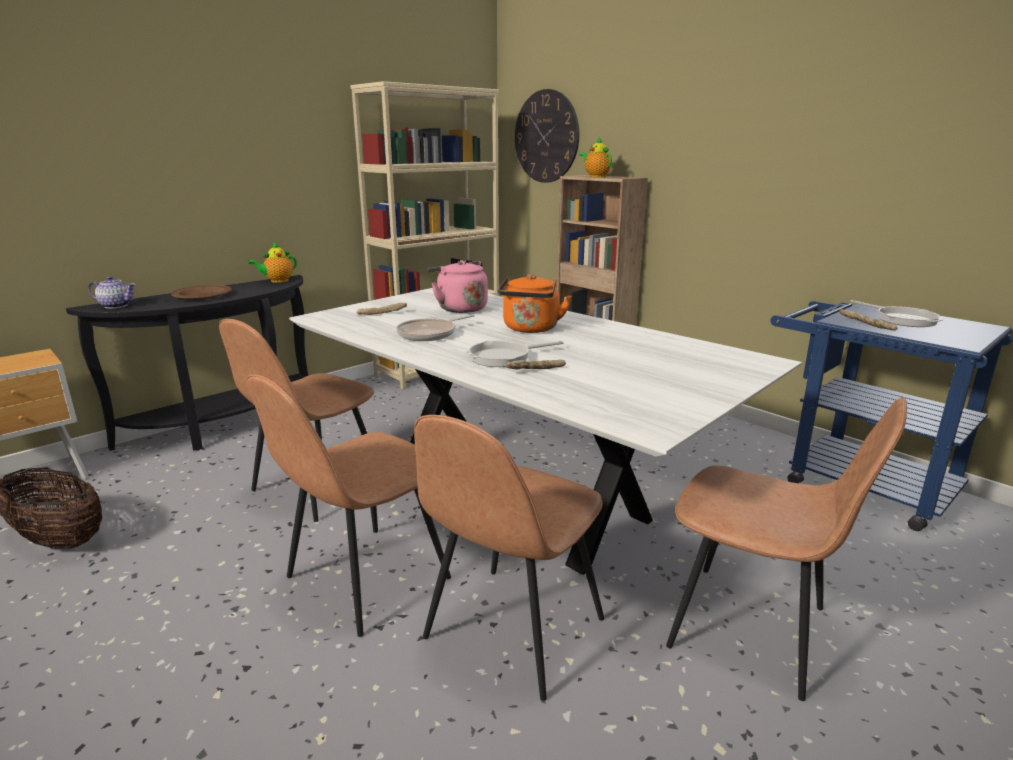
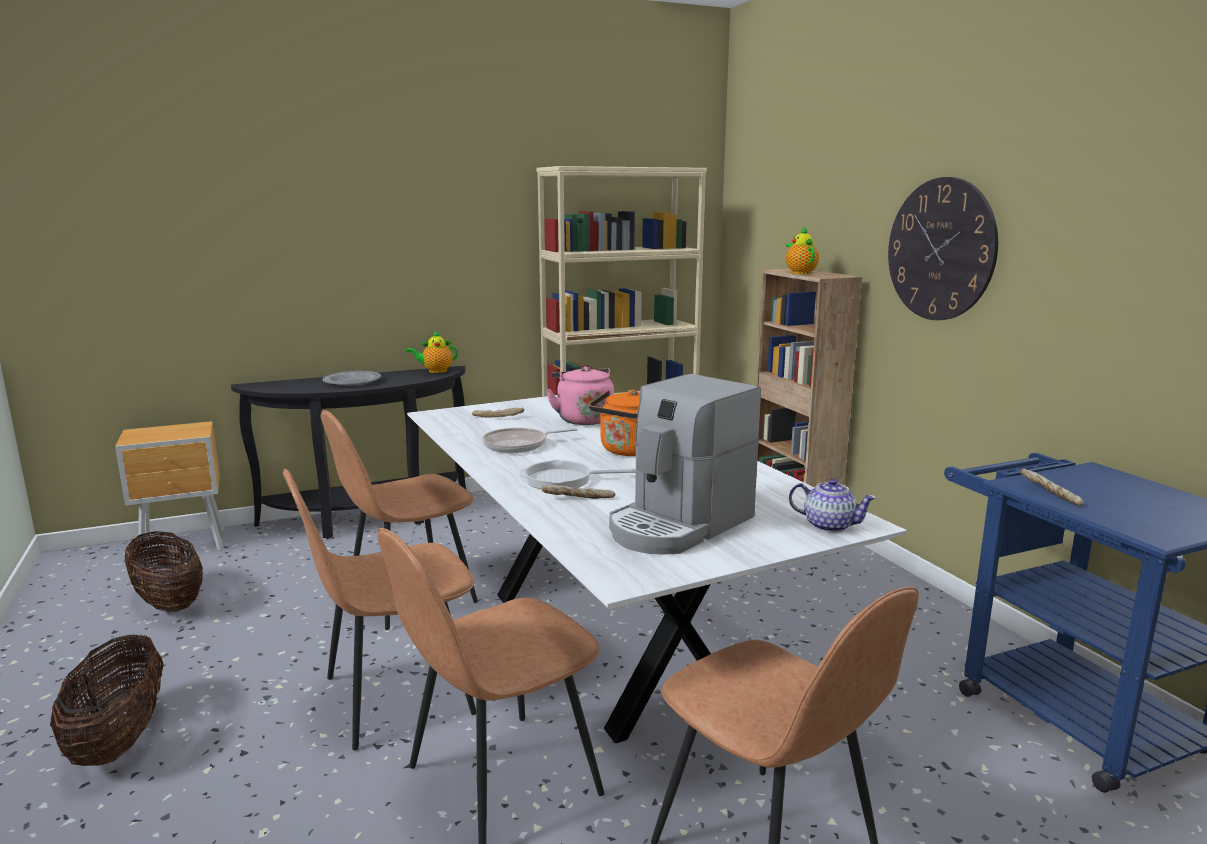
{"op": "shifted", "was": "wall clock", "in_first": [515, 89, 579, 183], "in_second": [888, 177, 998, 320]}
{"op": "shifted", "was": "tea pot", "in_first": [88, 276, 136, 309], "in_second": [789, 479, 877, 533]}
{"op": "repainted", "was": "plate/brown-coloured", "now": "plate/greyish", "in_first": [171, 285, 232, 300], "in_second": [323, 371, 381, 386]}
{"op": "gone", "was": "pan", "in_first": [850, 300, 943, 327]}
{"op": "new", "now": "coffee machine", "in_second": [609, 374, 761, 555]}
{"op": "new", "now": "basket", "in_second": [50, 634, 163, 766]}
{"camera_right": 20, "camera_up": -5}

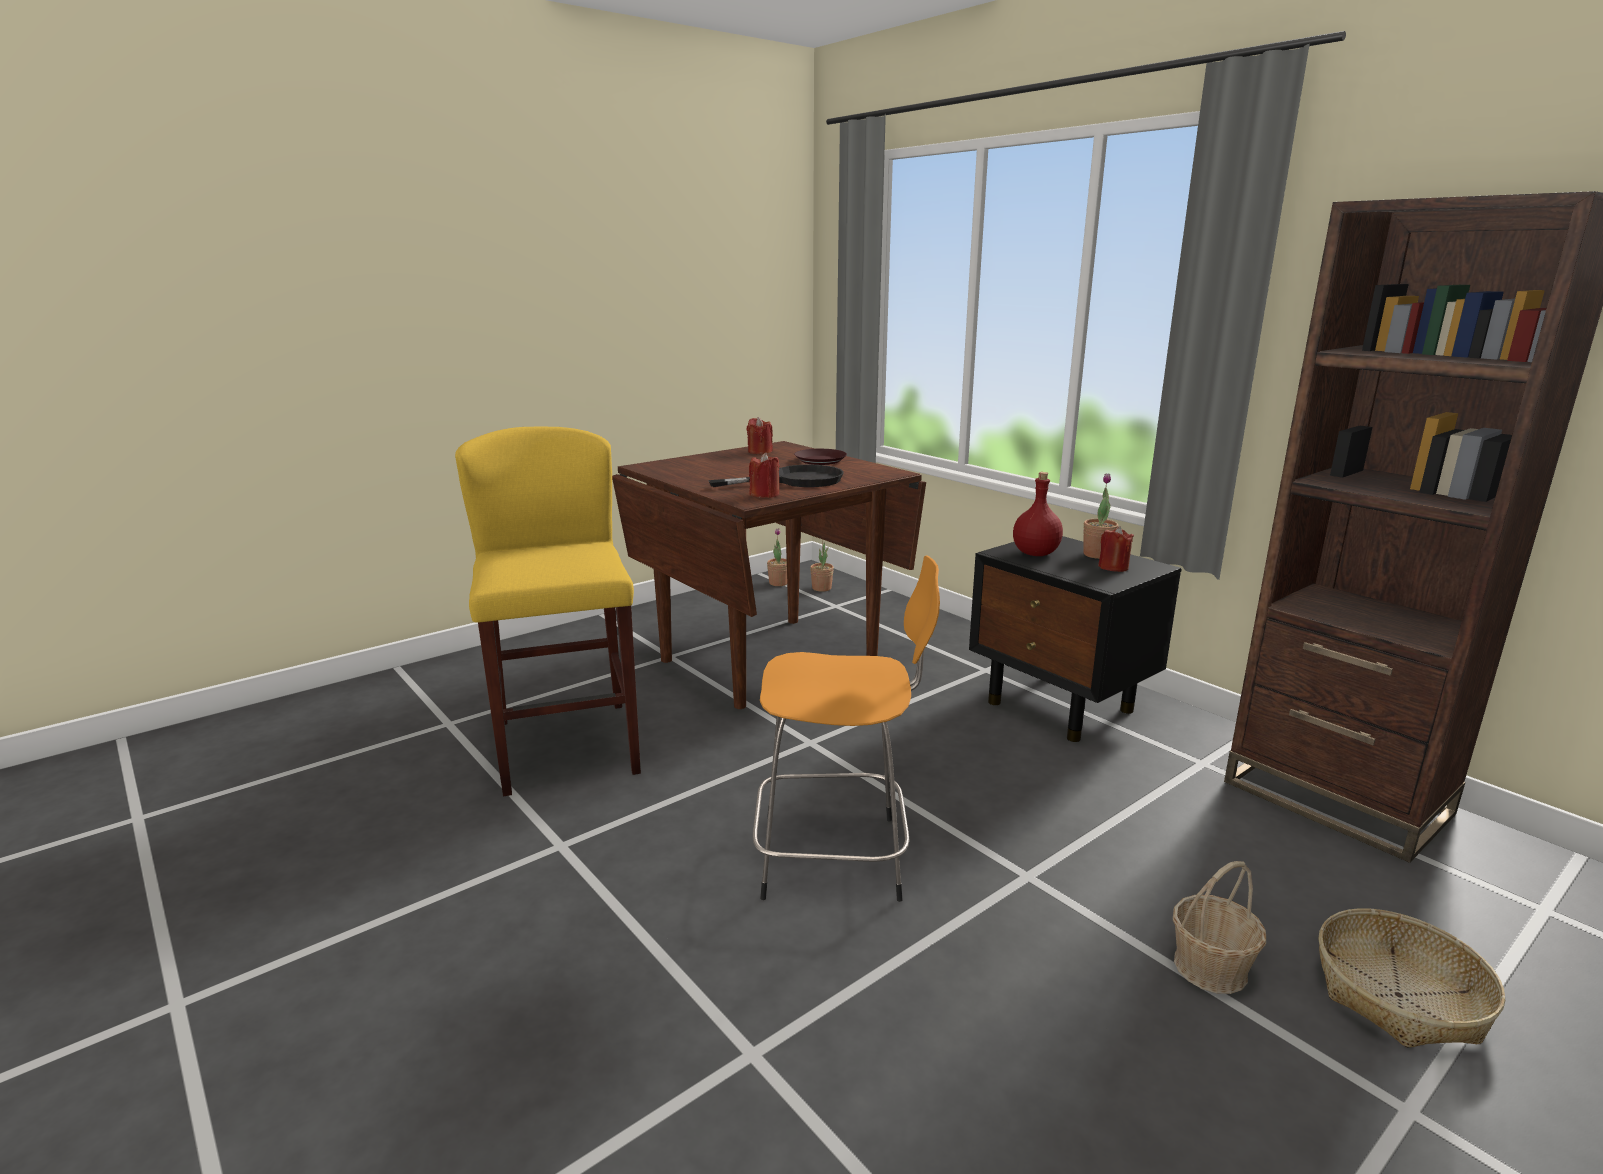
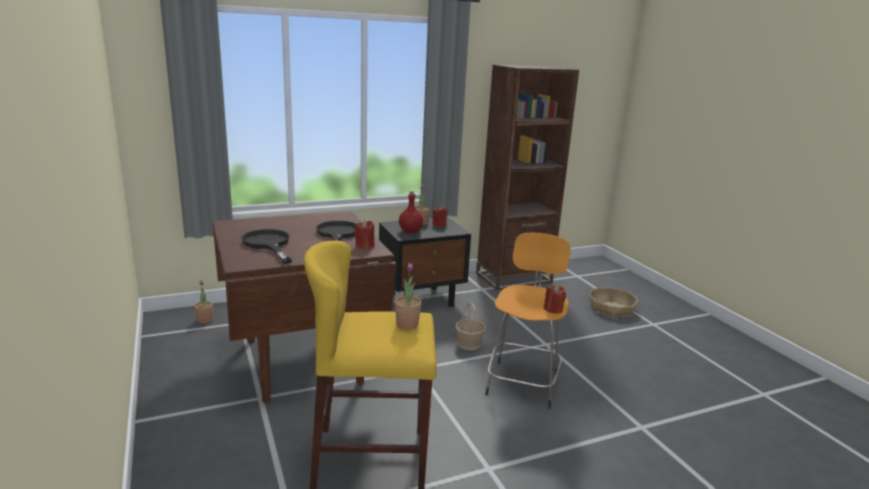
{"op": "shifted", "was": "candle/red", "in_first": [747, 417, 773, 454], "in_second": [544, 285, 566, 314]}
{"op": "gone", "was": "plate/brown-coloured", "in_first": [794, 449, 847, 465]}
{"op": "shifted", "was": "houseplant", "in_first": [767, 528, 787, 586], "in_second": [395, 263, 422, 330]}
{"op": "shifted", "was": "basket", "in_first": [1173, 861, 1266, 994], "in_second": [455, 302, 486, 350]}
{"op": "new", "now": "pan/blackish", "in_second": [241, 229, 292, 264]}
{"camera_right": -75, "camera_up": 0}

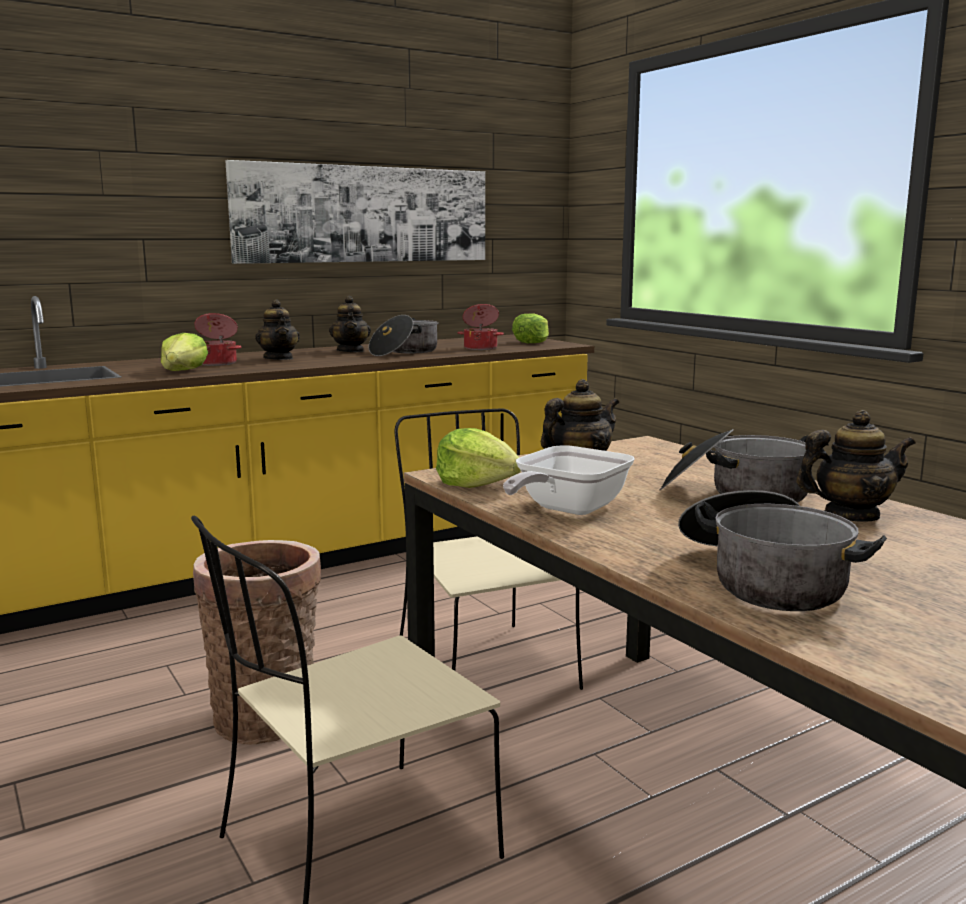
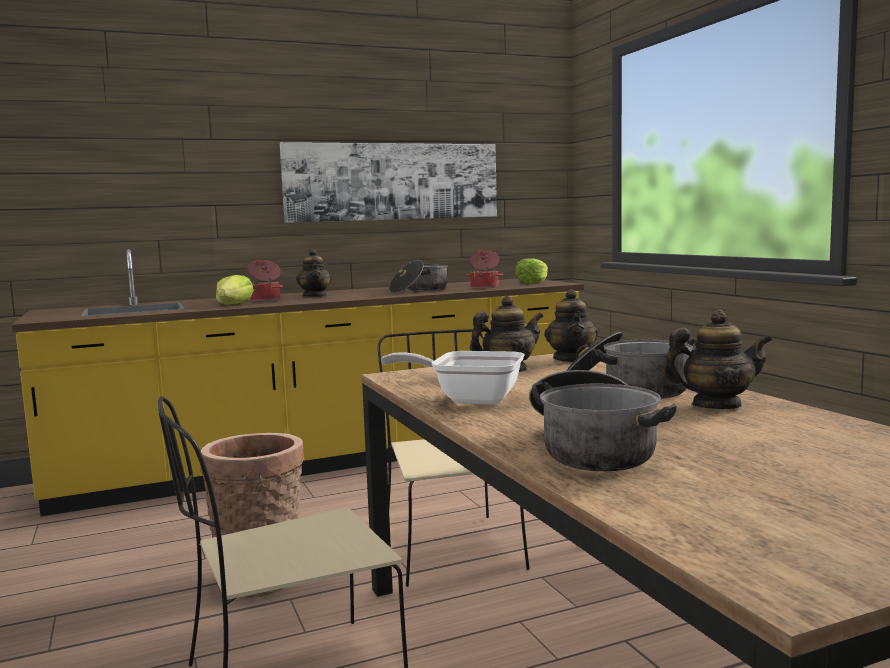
{"op": "shifted", "was": "tea pot", "in_first": [329, 295, 371, 352], "in_second": [544, 289, 598, 362]}
{"op": "gone", "was": "lettuce", "in_first": [436, 428, 521, 488]}
{"op": "rotated", "was": "pan", "in_first": [503, 445, 635, 515], "in_second": [381, 351, 524, 405], "clockwise": 60}
{"camera_right": 10, "camera_up": -5}

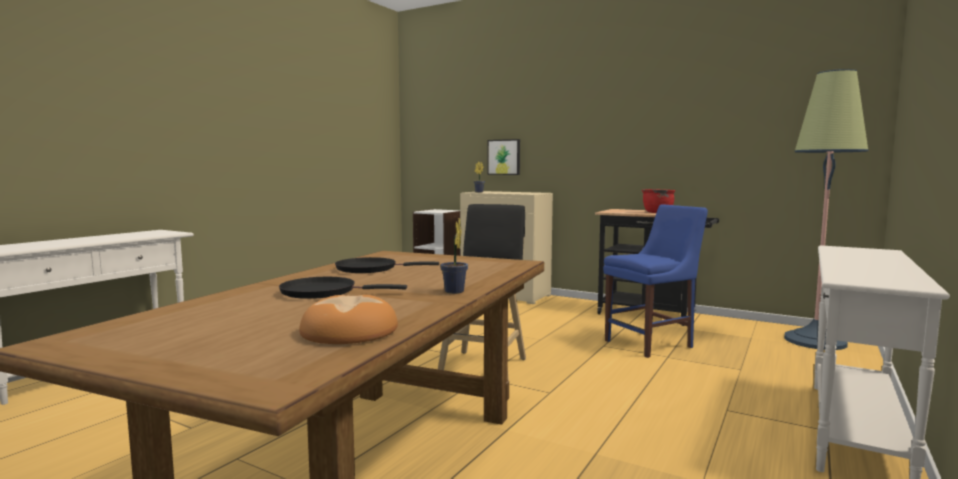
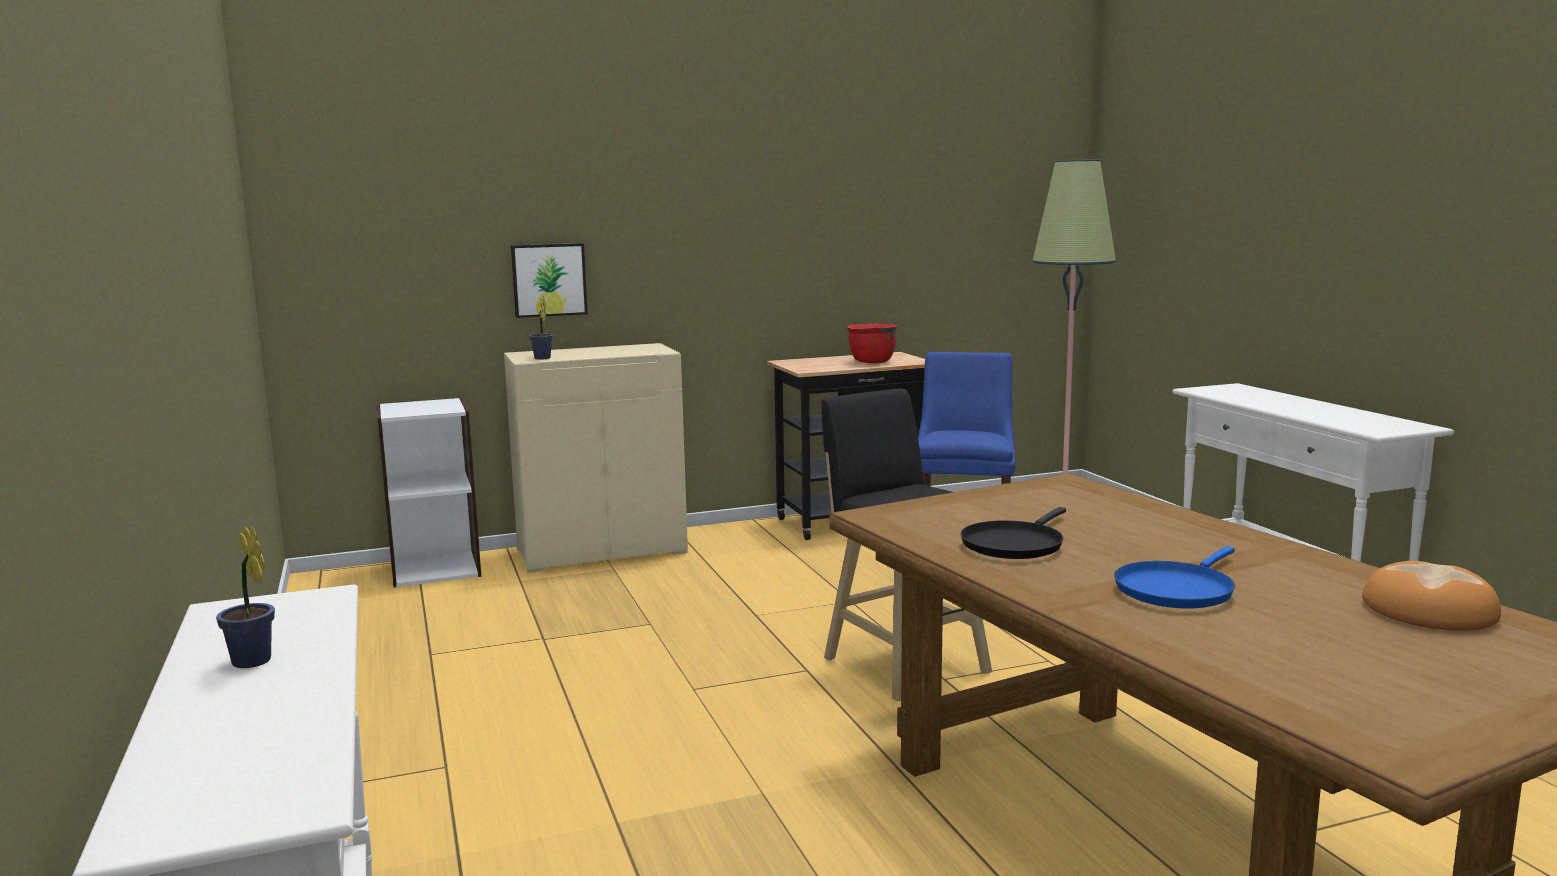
{"op": "shifted", "was": "houseplant", "in_first": [440, 218, 468, 294], "in_second": [216, 526, 275, 668]}
{"op": "repainted", "was": "pan/blackish", "now": "pan/blue-coloured", "in_first": [279, 277, 407, 299], "in_second": [1114, 546, 1235, 609]}
{"camera_right": -50, "camera_up": 5}

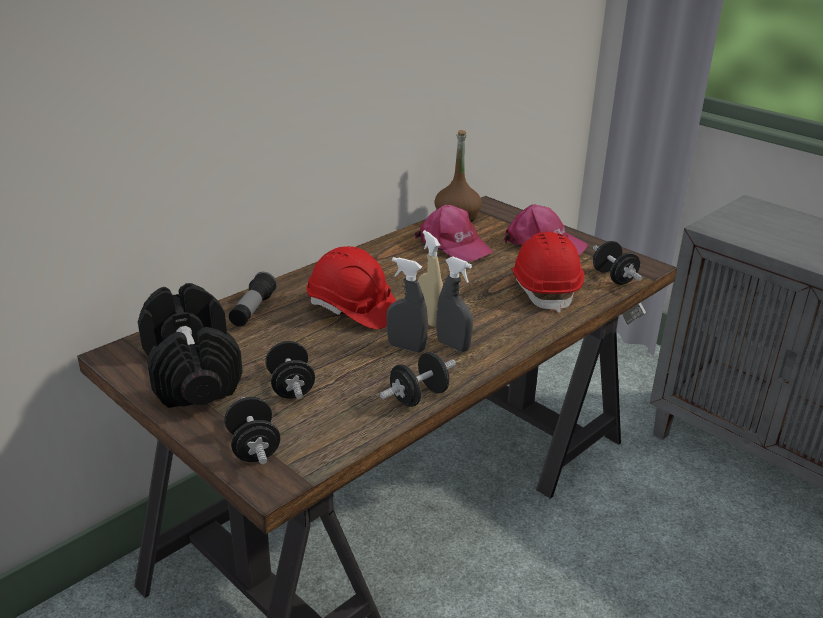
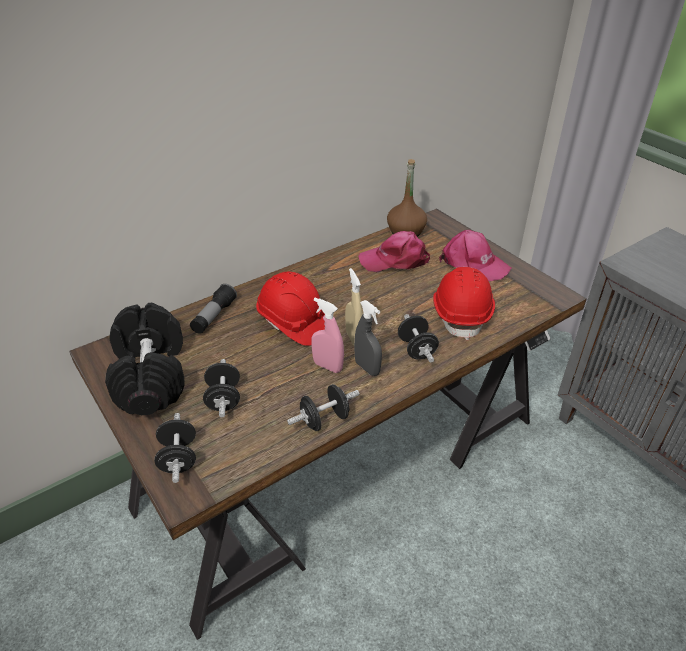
{"op": "rotated", "was": "baseball cap/pinkish", "in_first": [415, 205, 493, 262], "in_second": [358, 231, 430, 272], "clockwise": 120}
{"op": "shifted", "was": "hand weight/blackish", "in_first": [593, 241, 642, 285], "in_second": [398, 314, 439, 362]}
{"op": "repainted", "was": "hand sprayer/greyish", "now": "hand sprayer/pinkish", "in_first": [386, 257, 428, 352], "in_second": [312, 298, 344, 373]}
{"camera_right": 10, "camera_up": 10}

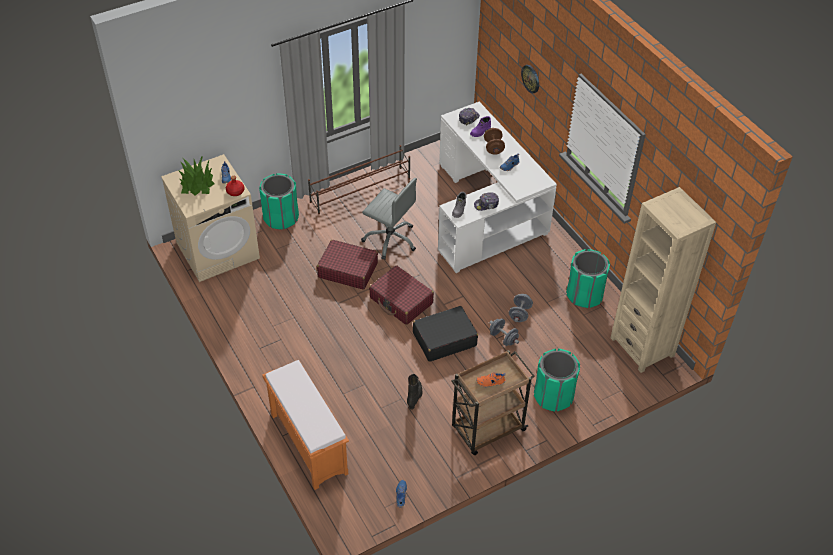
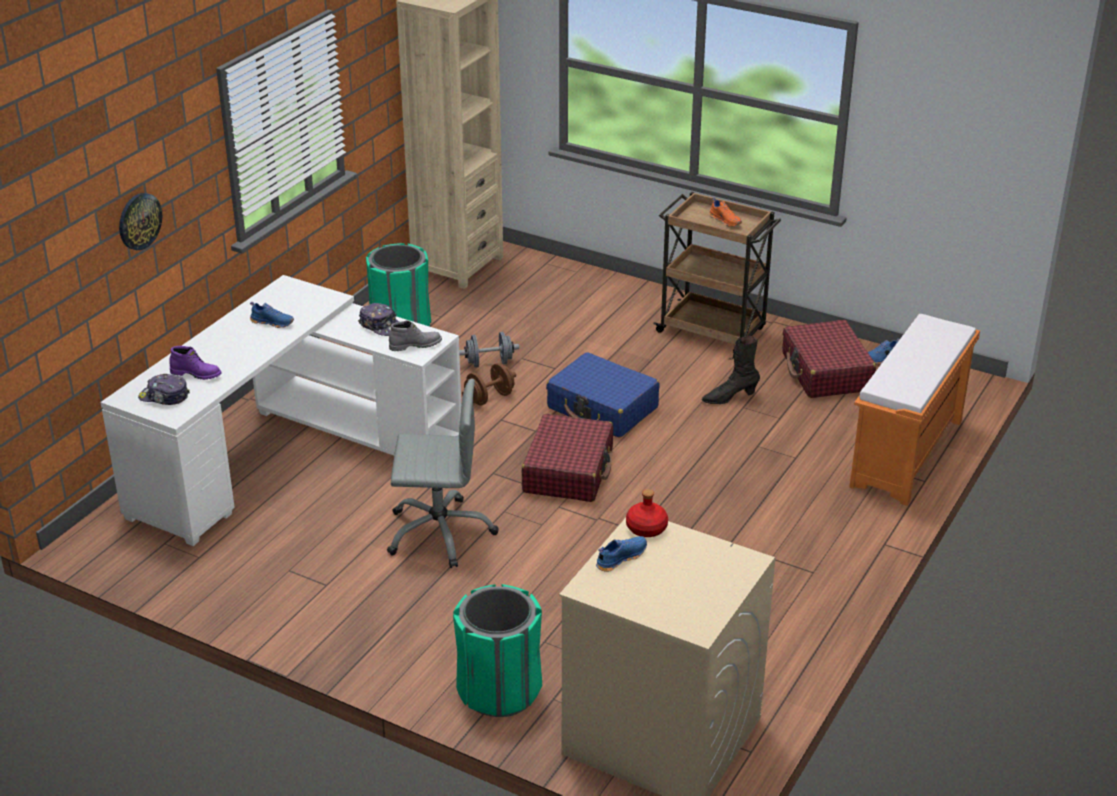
{"op": "shifted", "was": "hand weight/brown-coloured", "in_first": [484, 128, 505, 155], "in_second": [462, 363, 516, 406]}
{"op": "gone", "was": "shoe stand/brown-coloured", "in_first": [308, 145, 410, 214]}
{"op": "gone", "was": "houseplant", "in_first": [178, 155, 215, 195]}
{"op": "rotated", "was": "computer chair/greyish", "in_first": [361, 178, 417, 260], "in_second": [387, 379, 499, 568], "clockwise": 90}
{"op": "shifted", "was": "piece of luggage/red", "in_first": [317, 240, 378, 289], "in_second": [782, 320, 876, 398]}
{"op": "repainted", "was": "piece of luggage/blackish", "now": "piece of luggage/blue-coloured", "in_first": [413, 306, 478, 362], "in_second": [546, 352, 660, 438]}
{"op": "gone", "was": "hand weight/greyish", "in_first": [489, 318, 519, 346]}
{"op": "gone", "was": "trash can/green", "in_first": [534, 348, 580, 412]}
{"camera_right": -120, "camera_up": -15}

